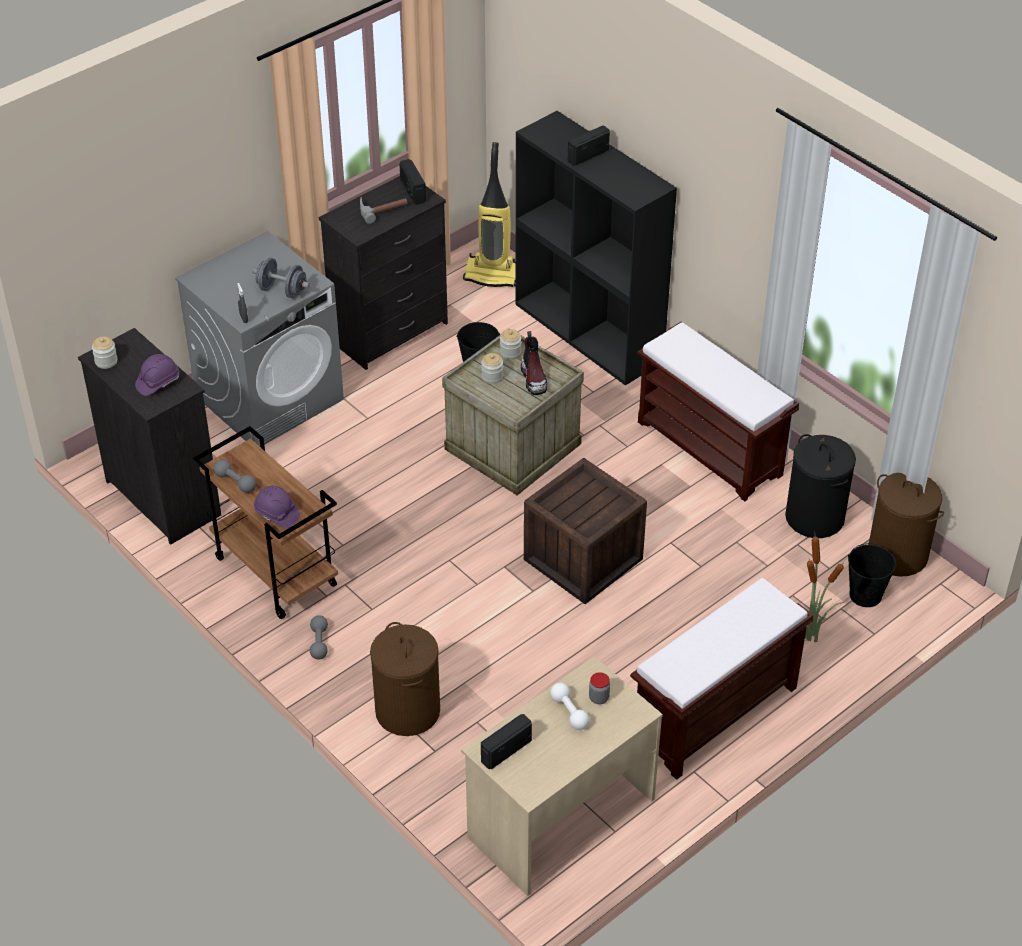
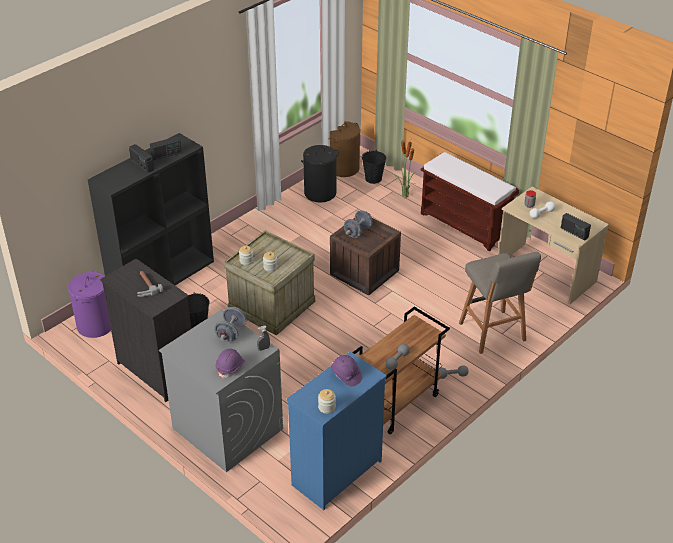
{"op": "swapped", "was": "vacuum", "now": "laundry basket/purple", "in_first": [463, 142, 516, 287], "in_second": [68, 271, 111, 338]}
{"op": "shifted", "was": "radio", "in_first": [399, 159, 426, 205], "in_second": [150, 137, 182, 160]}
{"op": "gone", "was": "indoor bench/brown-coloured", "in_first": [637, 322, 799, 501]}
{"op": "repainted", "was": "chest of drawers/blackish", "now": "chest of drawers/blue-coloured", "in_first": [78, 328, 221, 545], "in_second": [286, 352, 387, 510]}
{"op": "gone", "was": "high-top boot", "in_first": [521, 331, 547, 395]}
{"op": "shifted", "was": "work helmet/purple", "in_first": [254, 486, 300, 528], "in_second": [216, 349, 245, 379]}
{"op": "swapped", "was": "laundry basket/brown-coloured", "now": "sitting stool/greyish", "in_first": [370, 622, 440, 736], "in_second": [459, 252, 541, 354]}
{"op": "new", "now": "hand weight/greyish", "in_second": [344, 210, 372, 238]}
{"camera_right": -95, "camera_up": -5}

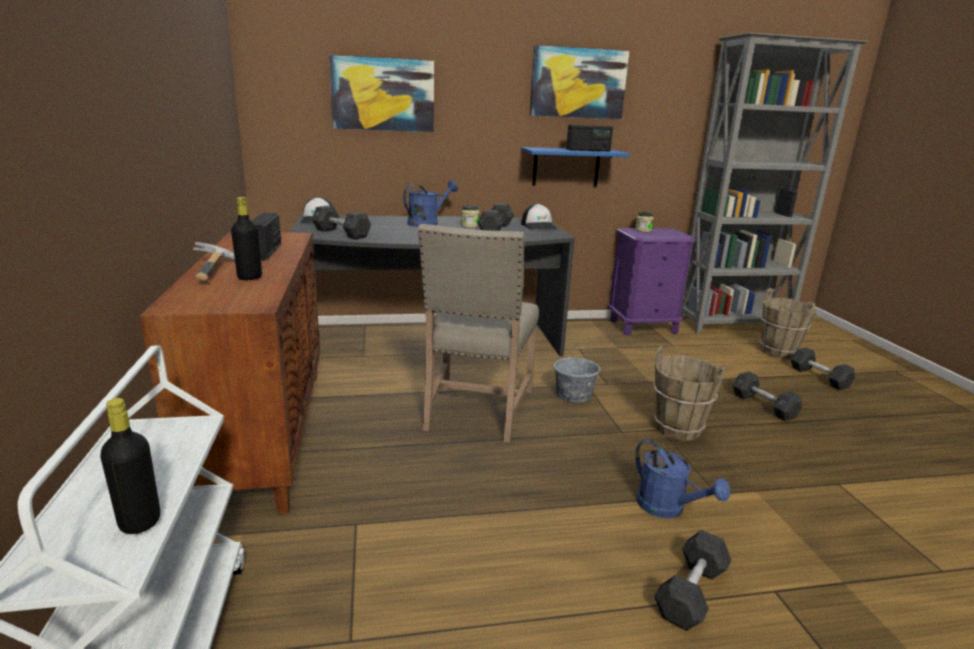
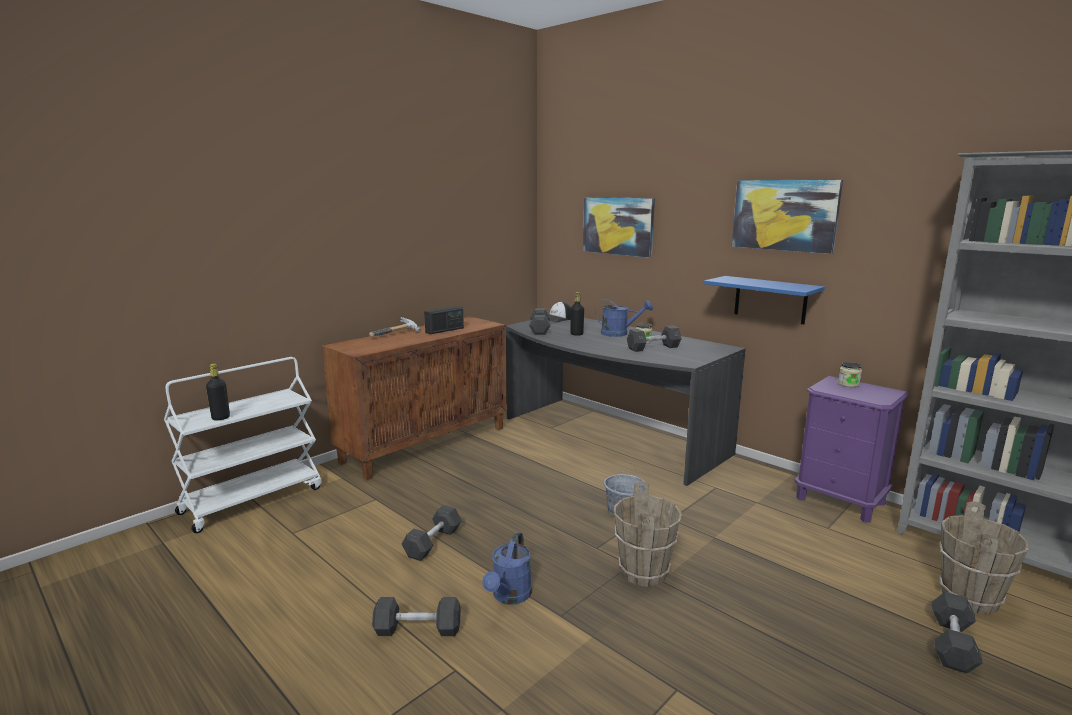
{"op": "gone", "was": "radio", "in_first": [566, 125, 613, 151]}
{"op": "shifted", "was": "drink bottle/blackish", "in_first": [231, 197, 262, 280], "in_second": [570, 292, 584, 336]}
{"op": "gone", "was": "baseball cap", "in_first": [521, 204, 558, 230]}
{"op": "gone", "was": "upright chair/beige", "in_first": [418, 224, 539, 443]}
{"op": "shifted", "was": "hand weight/greyish", "in_first": [733, 371, 802, 421], "in_second": [402, 505, 462, 561]}
{"camera_right": 55, "camera_up": -5}

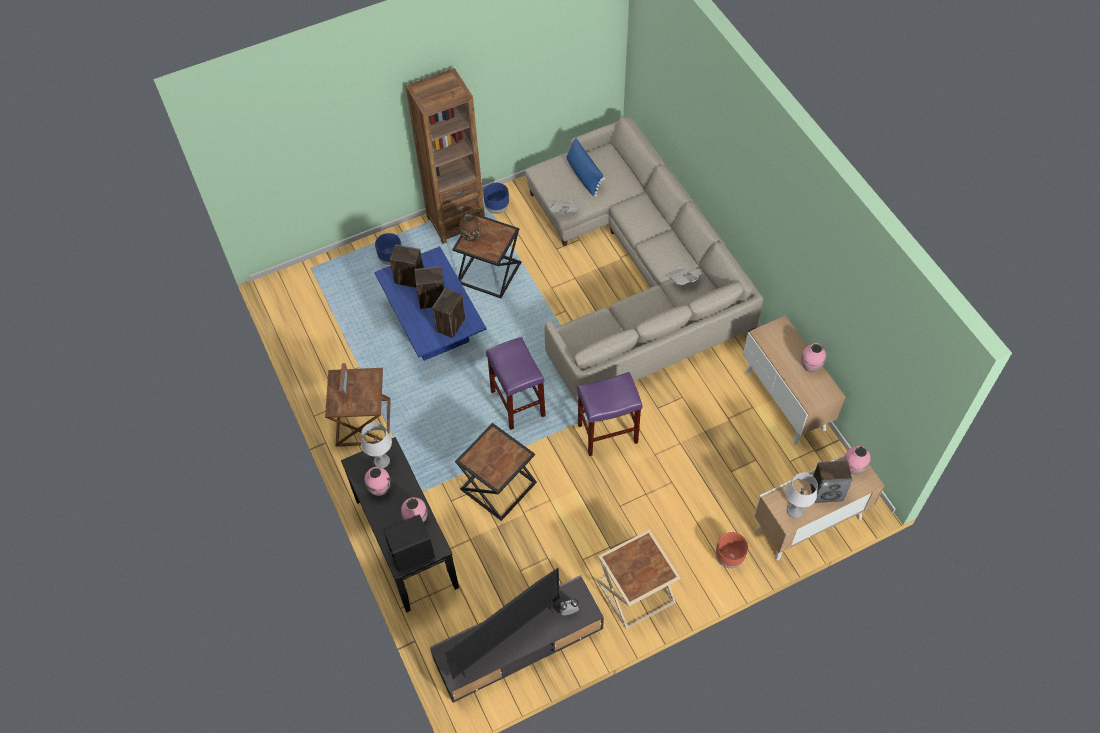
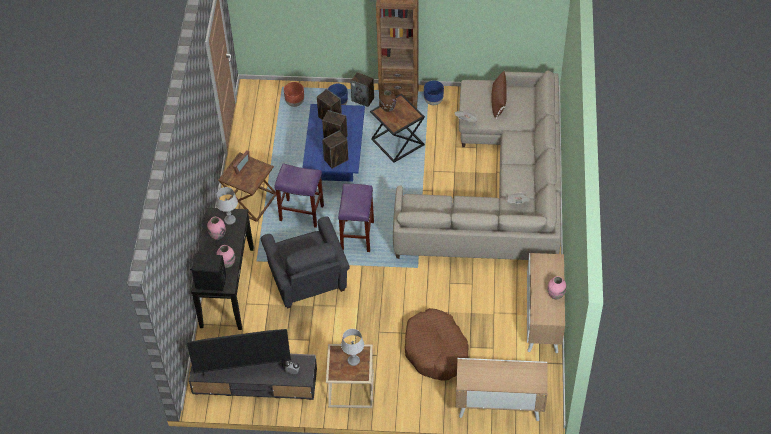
{"op": "repainted", "was": "cushion/blue-coloured", "now": "cushion/brown-coloured", "in_first": [567, 137, 605, 197], "in_second": [491, 71, 507, 119]}
{"op": "shifted", "was": "sitting stool/purple", "in_first": [577, 372, 642, 456], "in_second": [274, 163, 324, 228]}
{"op": "swapped", "was": "accent table/blackish", "now": "easy chair/greyish", "in_first": [455, 423, 537, 521], "in_second": [261, 216, 350, 309]}
{"op": "gone", "was": "decorative vase/pinkish", "in_first": [844, 446, 871, 475]}
{"op": "shifted", "was": "audio speaker", "in_first": [810, 461, 853, 503], "in_second": [350, 72, 374, 107]}
{"op": "shifted", "was": "table lamp/greyish", "in_first": [786, 473, 818, 518], "in_second": [341, 329, 364, 366]}
{"op": "shifted", "was": "planter/brown-coloured", "in_first": [716, 532, 748, 568], "in_second": [284, 82, 304, 107]}
{"op": "new", "now": "dog cushion/brown-coloured", "in_second": [405, 308, 469, 381]}
{"camera_right": 30, "camera_up": -5}

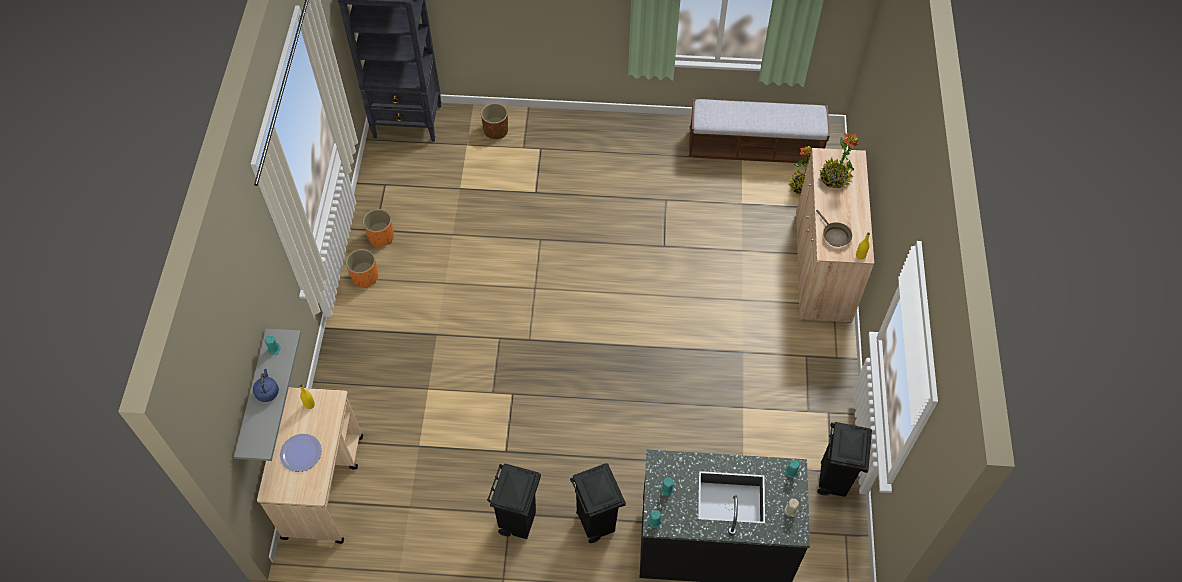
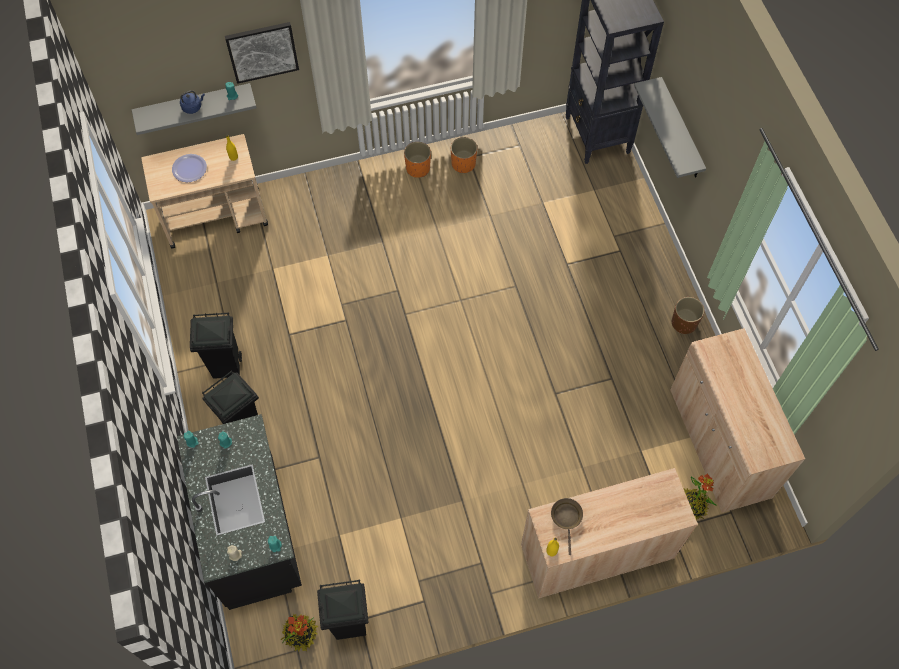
{"op": "swapped", "was": "indoor bench", "now": "storage cabinet/beige", "in_first": [689, 99, 830, 164], "in_second": [670, 328, 805, 513]}
{"op": "shifted", "was": "planter/brown-coloured", "in_first": [481, 103, 508, 139], "in_second": [672, 297, 704, 334]}
{"op": "shifted", "was": "houseplant", "in_first": [820, 132, 858, 188], "in_second": [281, 614, 318, 652]}
{"op": "rotated", "was": "pan/brown-coloured", "in_first": [816, 210, 852, 247], "in_second": [551, 498, 583, 555], "clockwise": 135}
{"op": "new", "now": "wall art", "in_second": [225, 22, 299, 84]}
{"op": "new", "now": "bracket shelf/greyish", "in_second": [634, 77, 706, 178]}
{"camera_right": 70, "camera_up": 5}

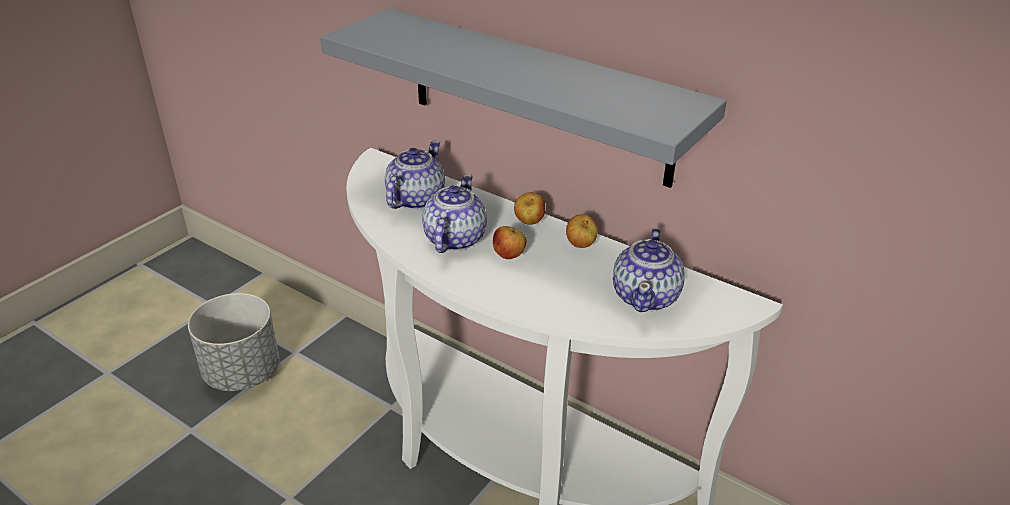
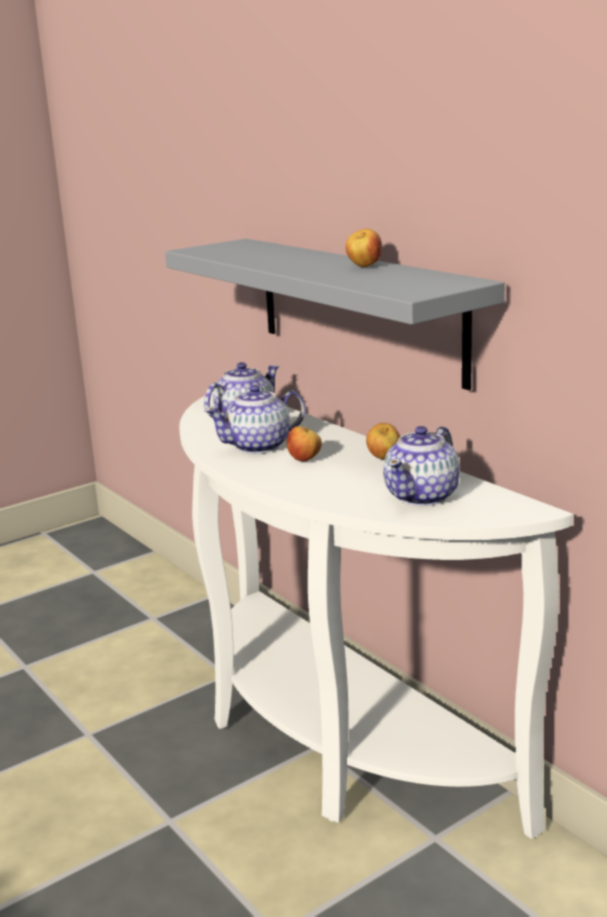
{"op": "rotated", "was": "tea pot", "in_first": [422, 174, 487, 253], "in_second": [204, 385, 306, 454], "clockwise": -150}
{"op": "shifted", "was": "apple fruit", "in_first": [514, 192, 545, 225], "in_second": [345, 229, 382, 267]}
{"op": "gone", "was": "planter/greyish", "in_first": [188, 293, 279, 391]}
{"camera_right": 20, "camera_up": -15}

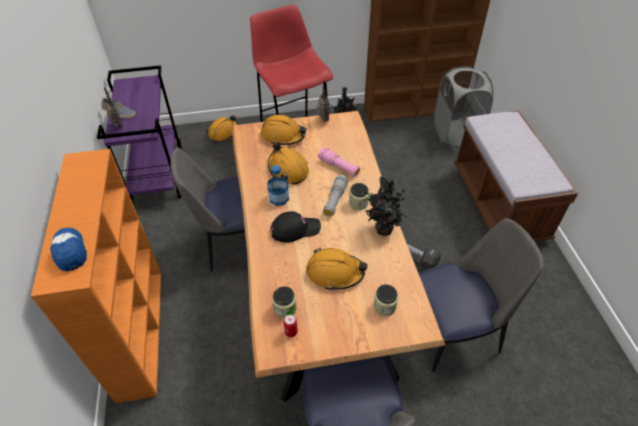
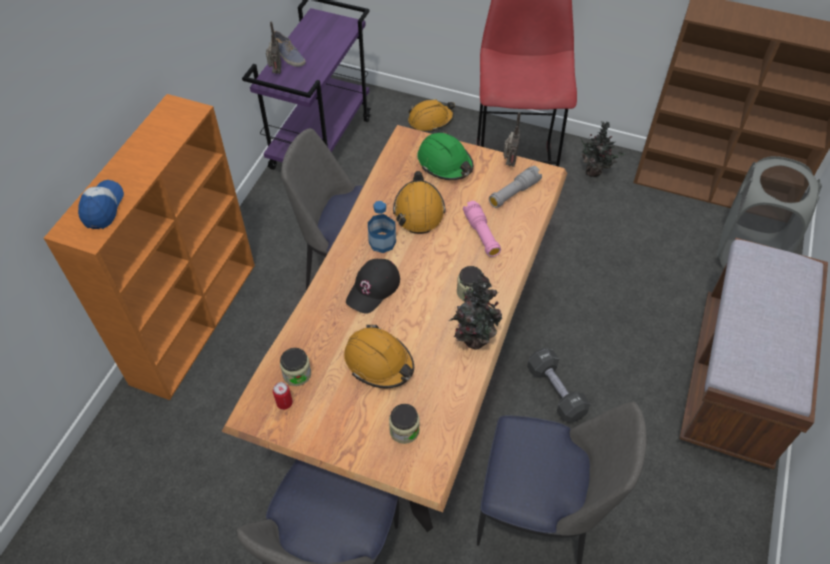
{"op": "repainted", "was": "work helmet/orangey", "now": "work helmet/green", "in_first": [261, 115, 307, 145], "in_second": [417, 132, 474, 180]}
{"op": "shifted", "was": "torch/greyish", "in_first": [323, 175, 348, 217], "in_second": [489, 166, 542, 208]}
{"op": "rotated", "was": "baseball cap/blackish", "in_first": [271, 211, 321, 242], "in_second": [346, 259, 400, 314], "clockwise": 105}
{"camera_right": 30, "camera_up": 5}

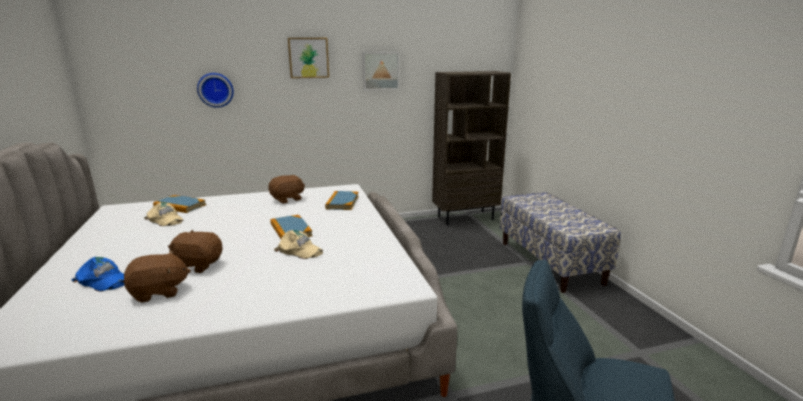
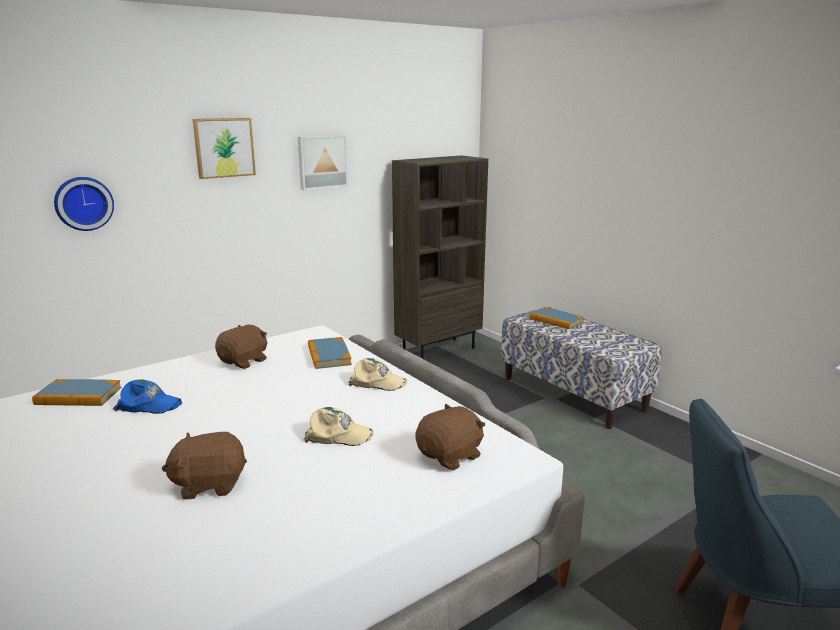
{"op": "shifted", "was": "baseball cap/beige", "in_first": [144, 202, 183, 226], "in_second": [348, 358, 407, 391]}
{"op": "shifted", "was": "volume", "in_first": [270, 215, 313, 239], "in_second": [529, 307, 583, 329]}
{"op": "shifted", "was": "plush toy/brown-coloured", "in_first": [124, 251, 191, 303], "in_second": [415, 403, 485, 471]}
{"op": "shifted", "was": "baseball cap/blue-coloured", "in_first": [71, 257, 124, 292], "in_second": [113, 379, 182, 414]}
{"camera_right": -20, "camera_up": 0}

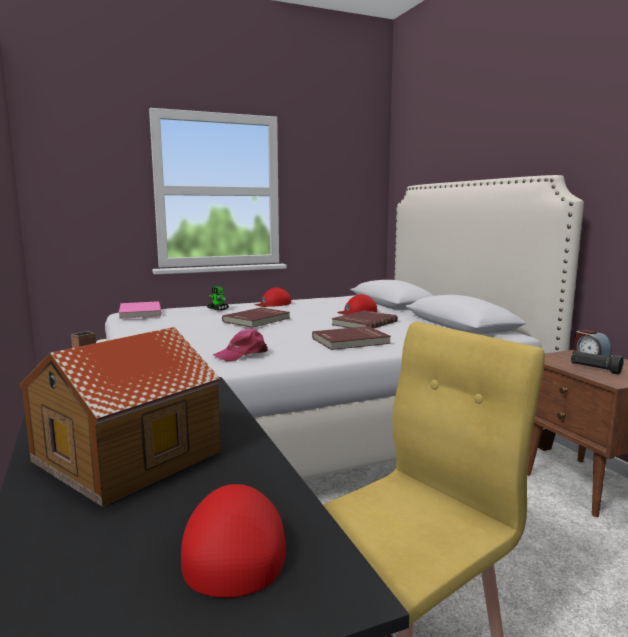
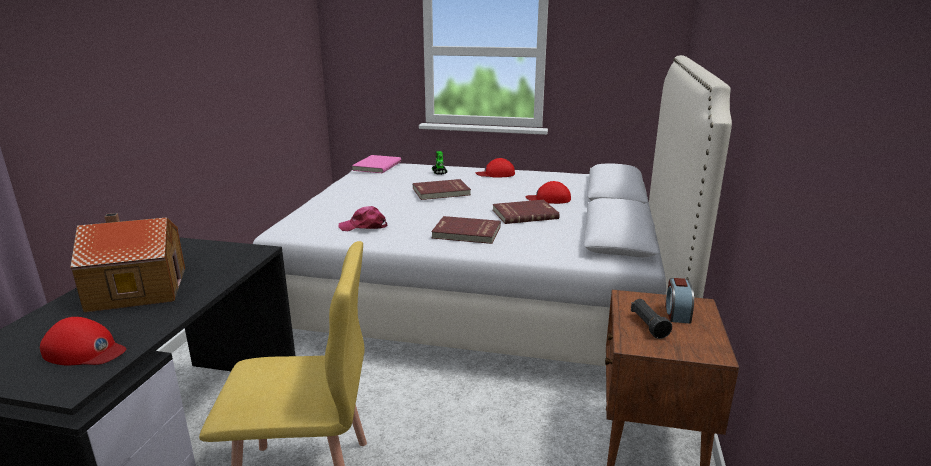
{"op": "rotated", "was": "baseball cap/red", "in_first": [181, 484, 286, 598], "in_second": [40, 317, 126, 366], "clockwise": 75}
{"camera_right": 35, "camera_up": 10}

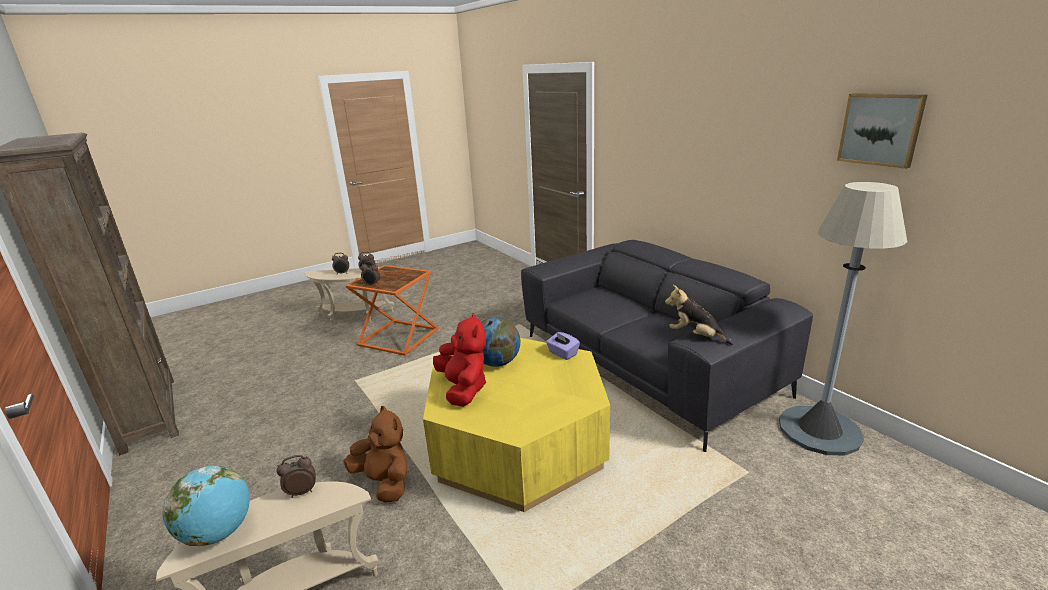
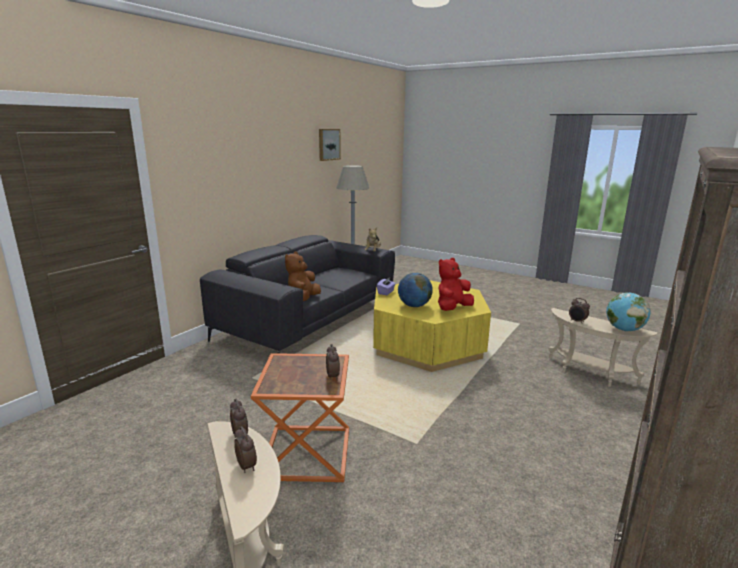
{"op": "shifted", "was": "plush toy/brown-coloured", "in_first": [343, 406, 407, 503], "in_second": [285, 252, 321, 301]}
{"camera_right": -115, "camera_up": -5}

